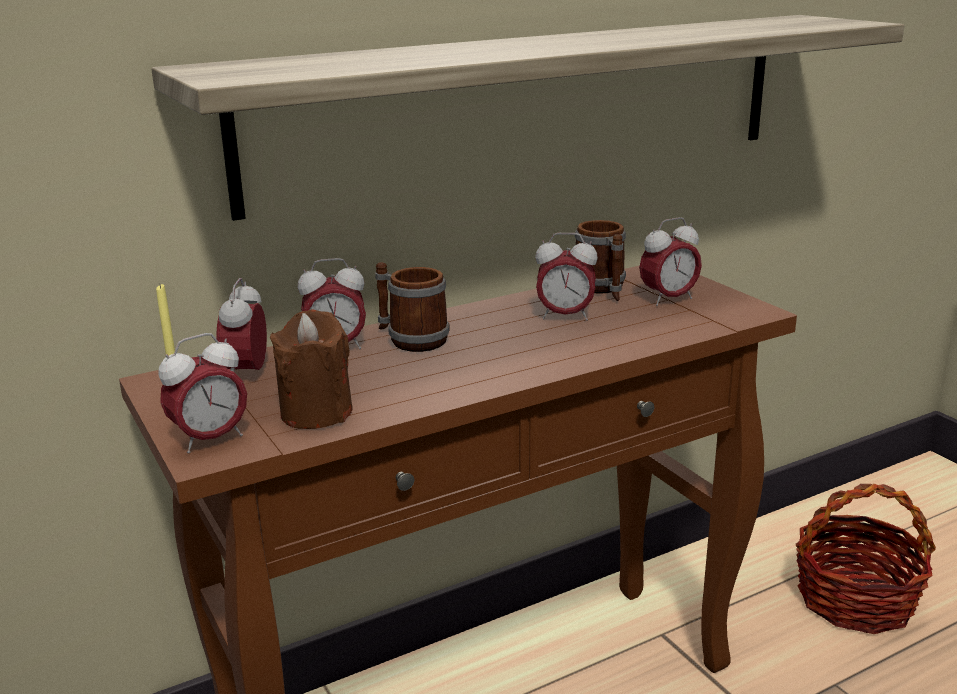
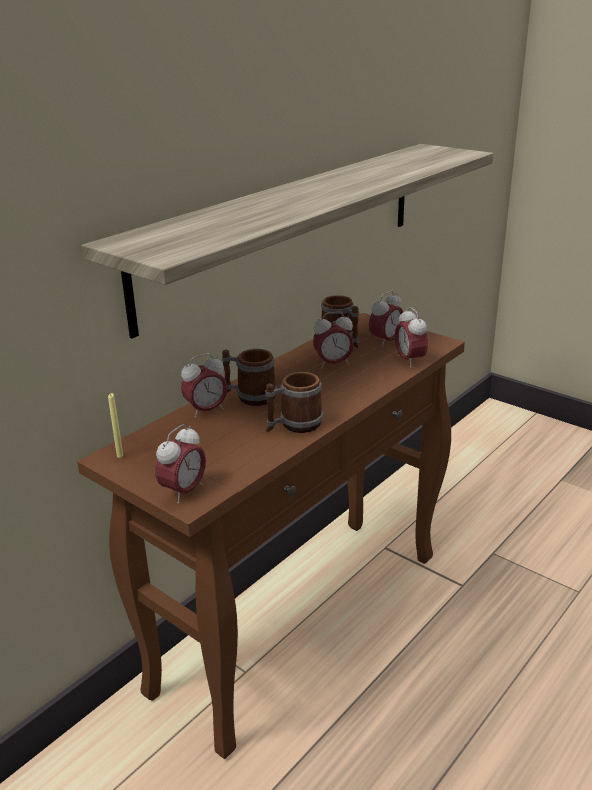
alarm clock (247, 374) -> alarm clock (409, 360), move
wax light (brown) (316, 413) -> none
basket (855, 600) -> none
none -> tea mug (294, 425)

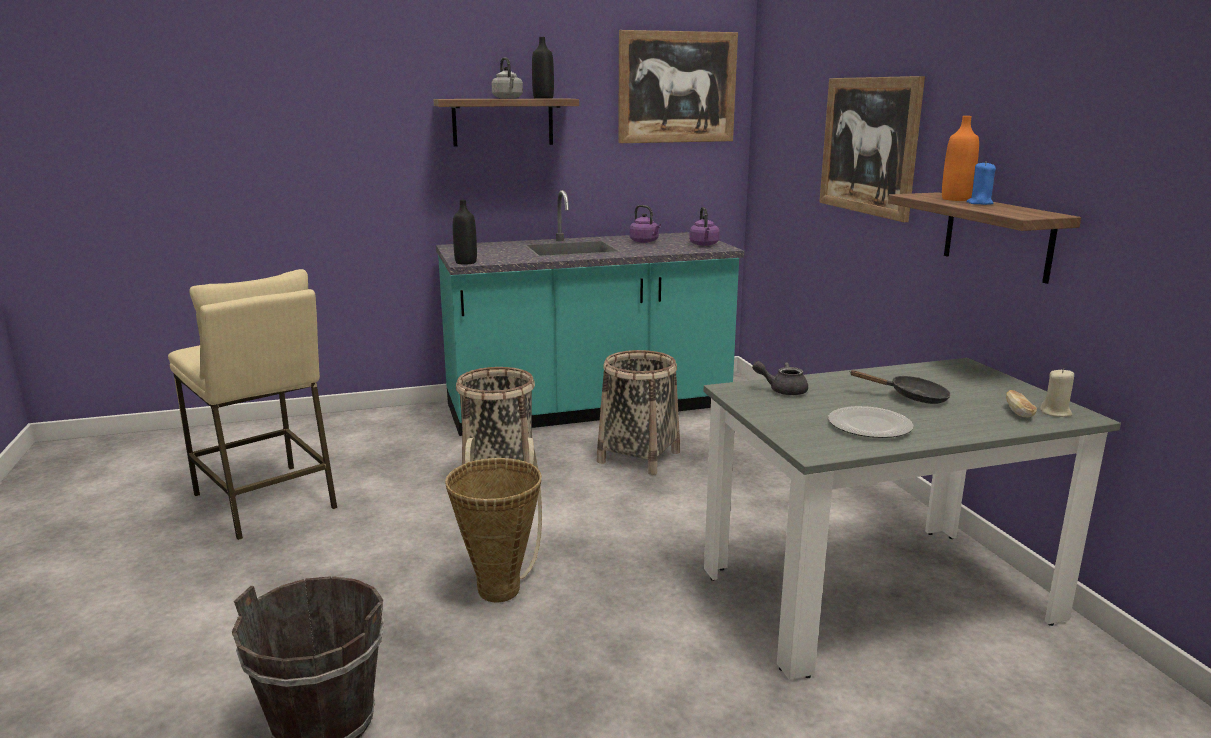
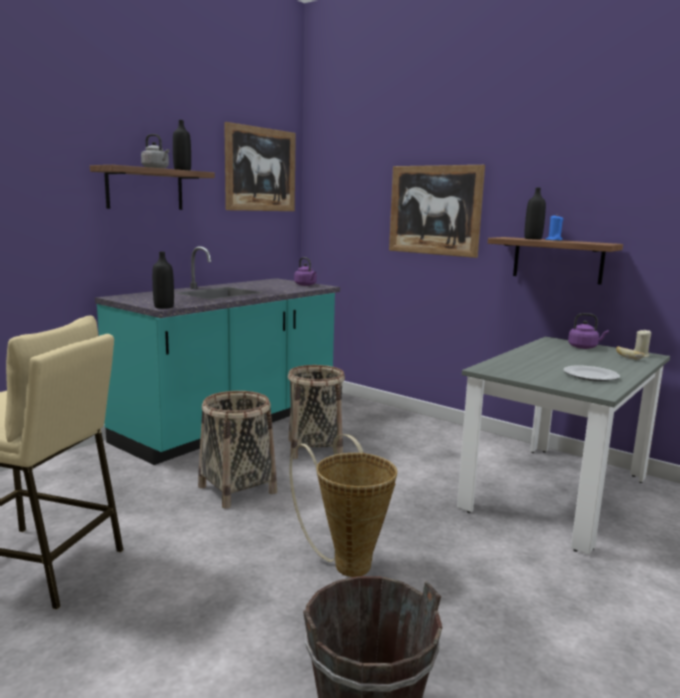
tea kettle (purple) (645, 241) -> tea kettle (purple) (584, 347), move
tea pot (gray) (782, 390) -> none
pan (black) (912, 397) -> none
drink bottle (orangey) (956, 199) -> drink bottle (black) (533, 239)

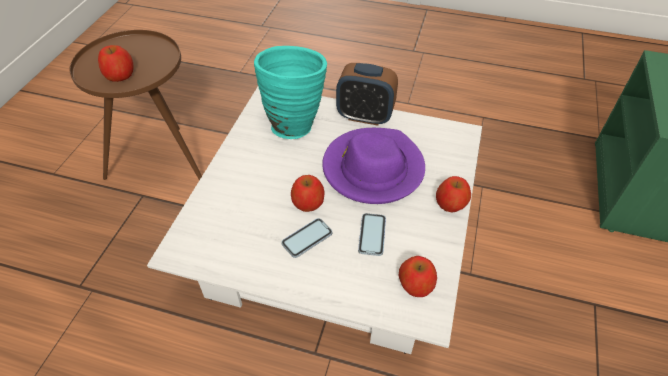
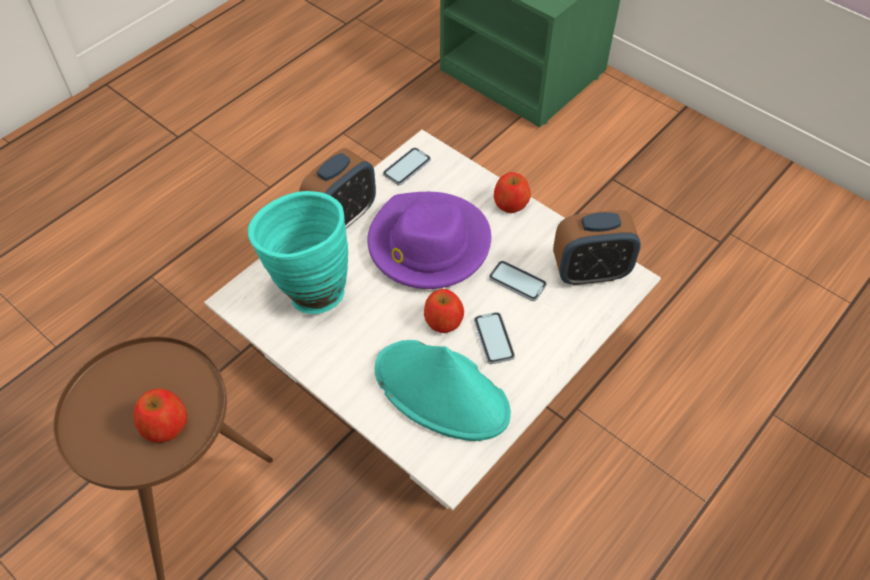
apple fruit (416, 284) -> alarm clock (590, 272)
none -> hat (blue-green) (442, 391)
none -> handset (407, 167)

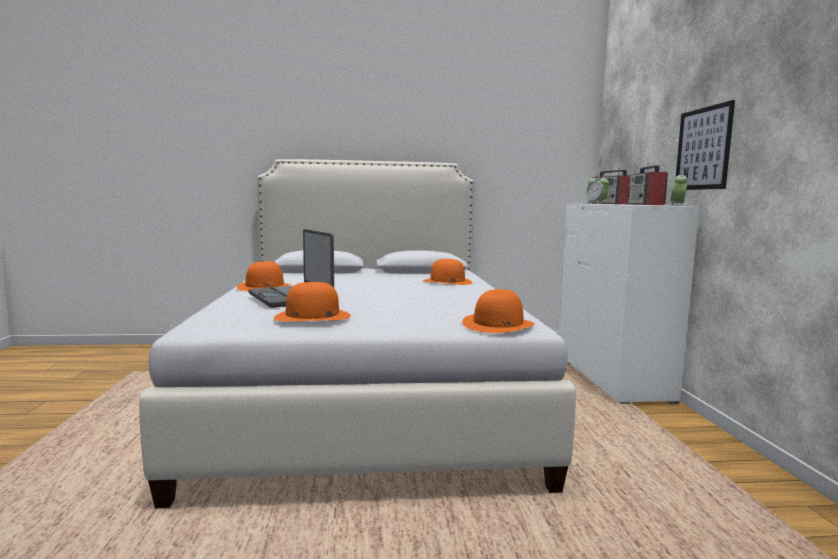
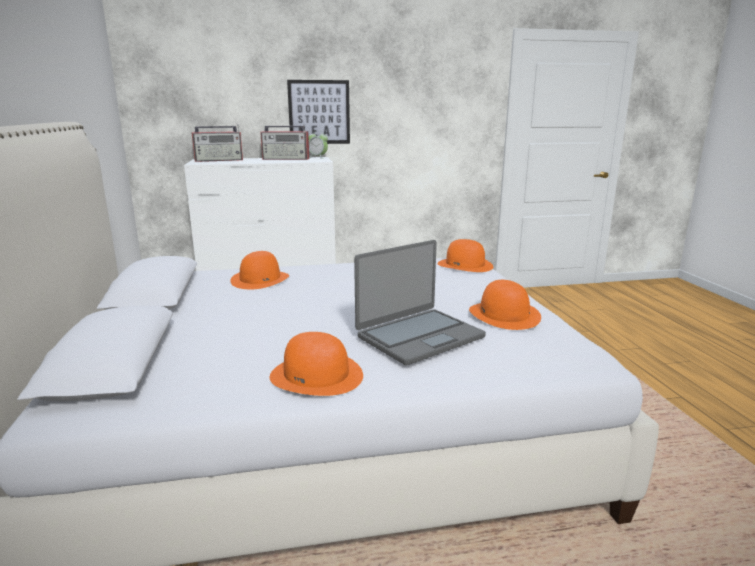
alarm clock (596, 203) -> none

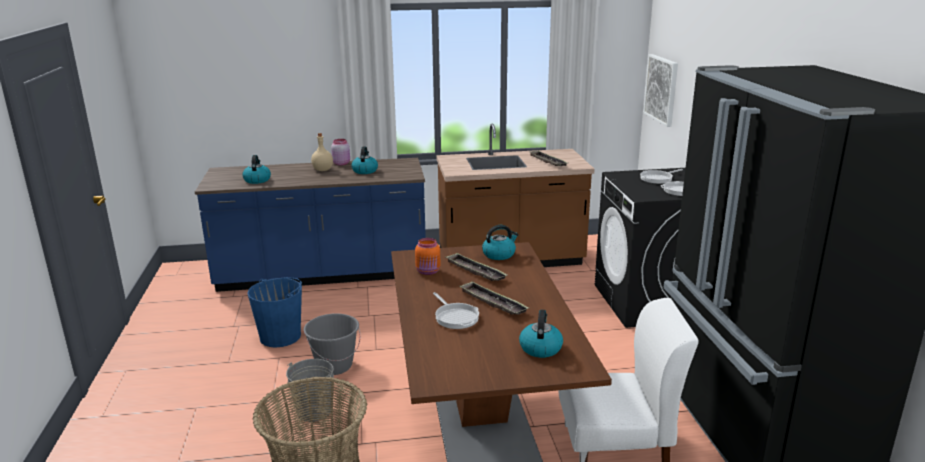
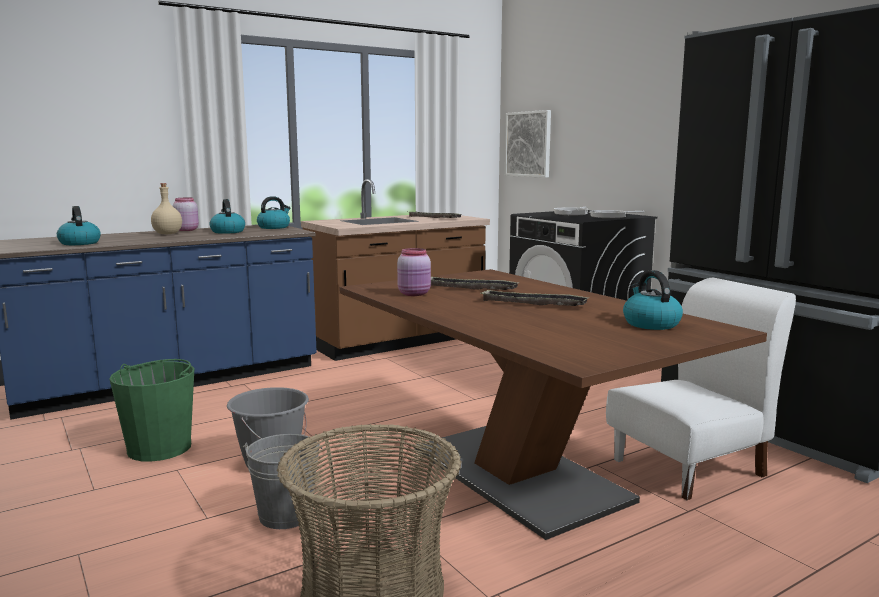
pail (blue) (281, 336) -> pail (greenish) (160, 448)
storage jar (orangey) (428, 272) -> storage jar (pink-coloured) (415, 294)
pan (455, 317) -> none
tea kettle (499, 254) -> tea kettle (274, 227), move

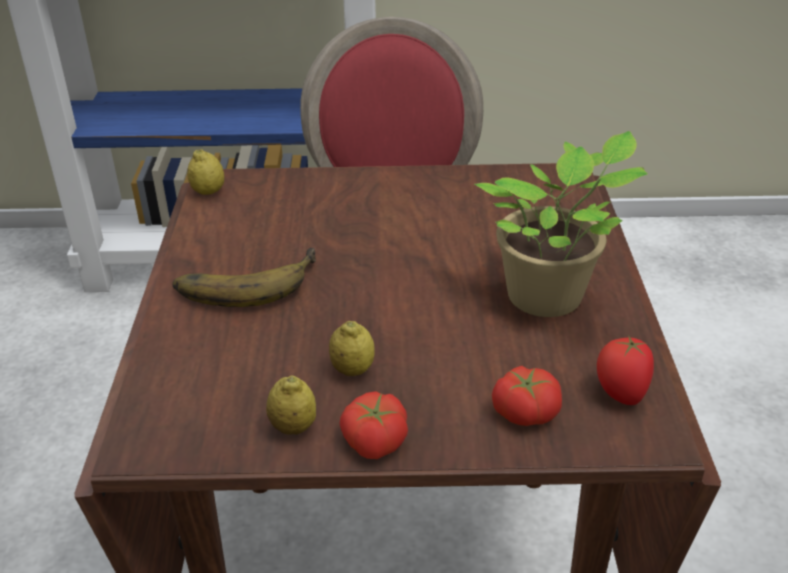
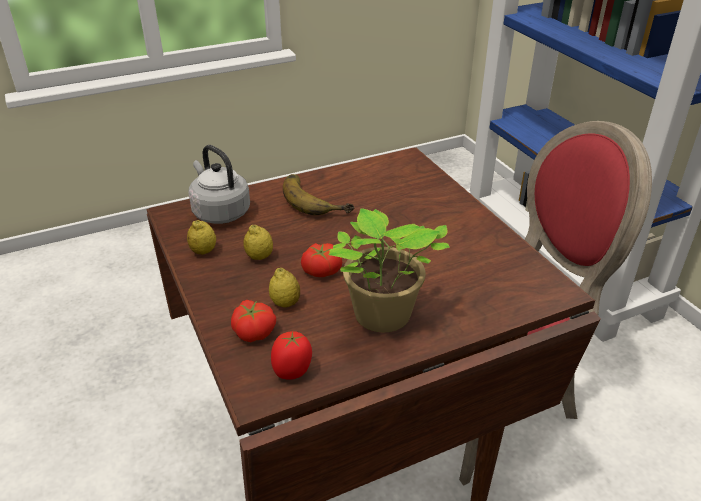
lemon (208, 192) -> lemon (285, 303), move
whole tomato (374, 441) -> whole tomato (321, 270), move
none -> tea kettle (gray) (219, 212)

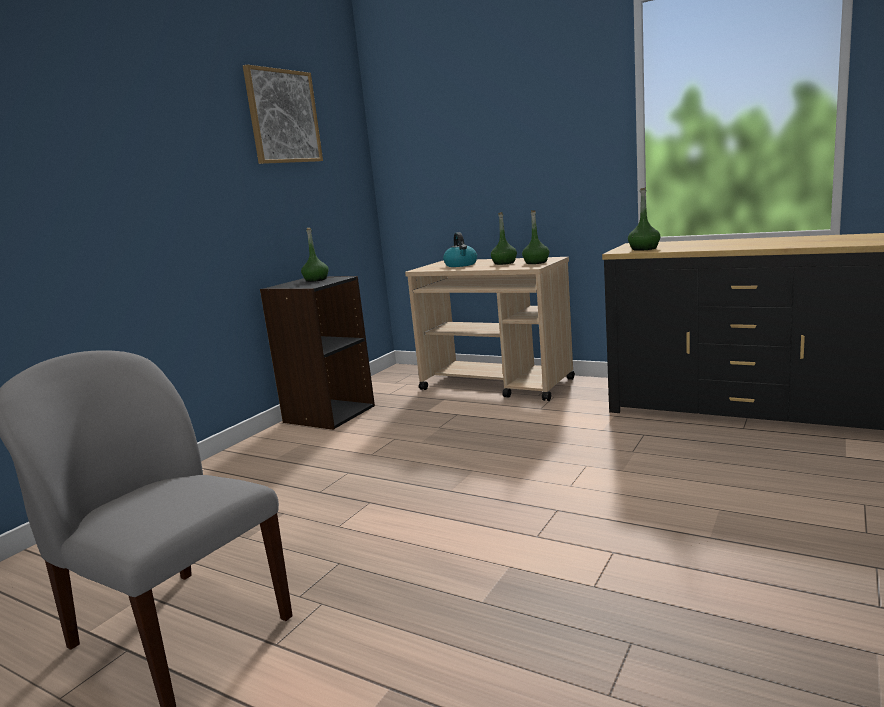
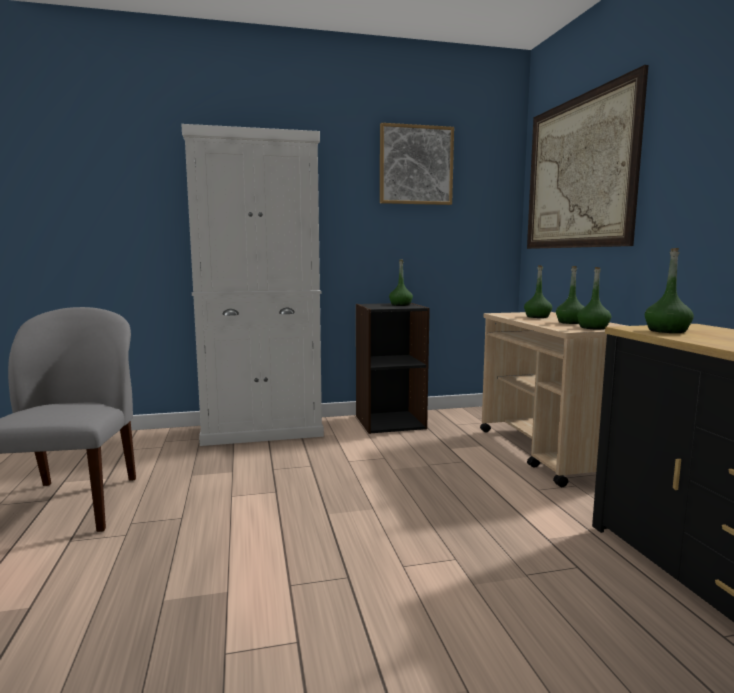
tea kettle (461, 265) -> drink bottle (greenish) (537, 317)
none -> cabinet (whitish) (262, 431)
none -> picture (578, 173)

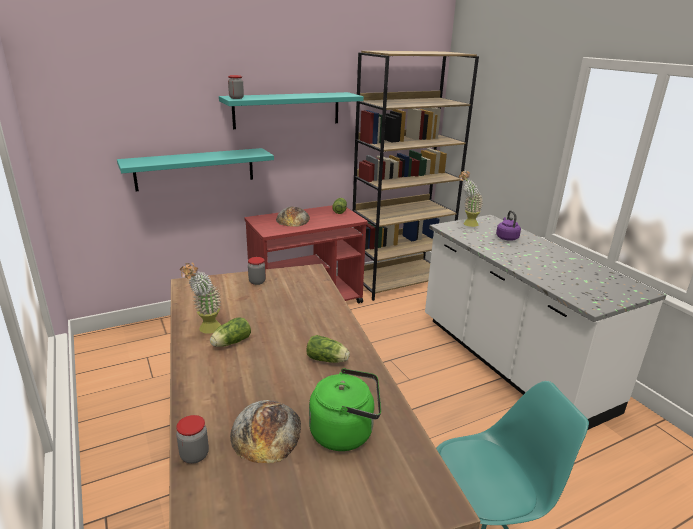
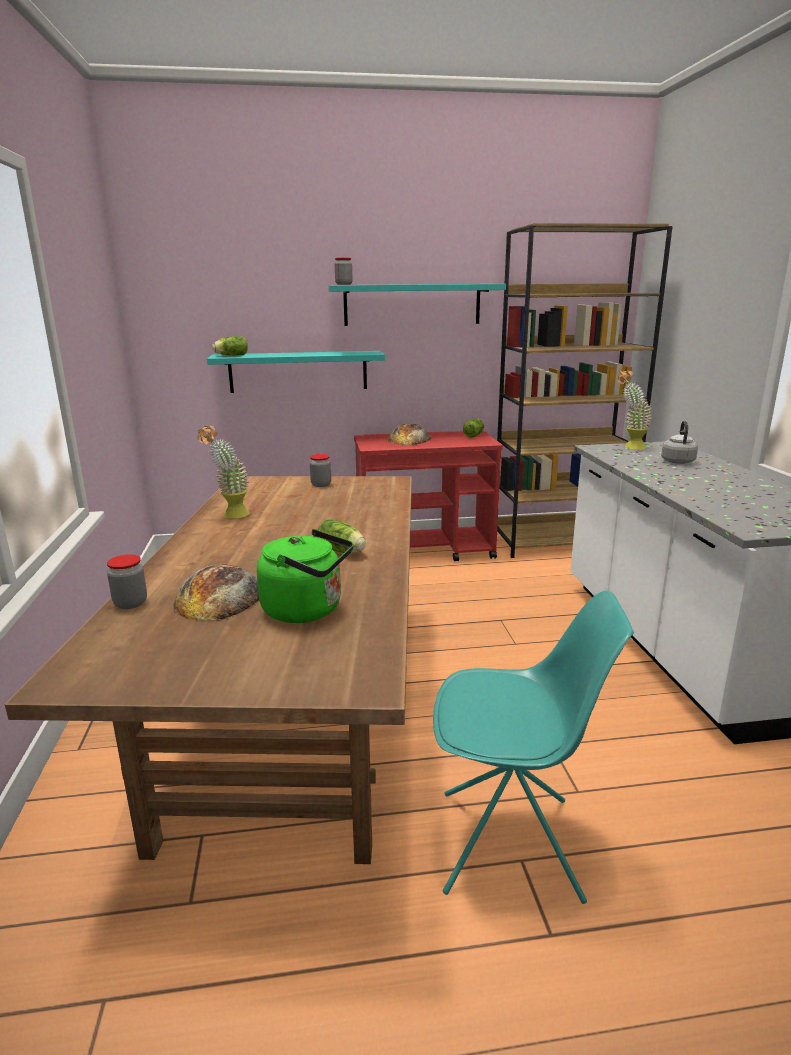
head of lettuce (230, 343) -> head of lettuce (230, 355), move
tea kettle (purple) (506, 237) -> tea kettle (gray) (677, 461)

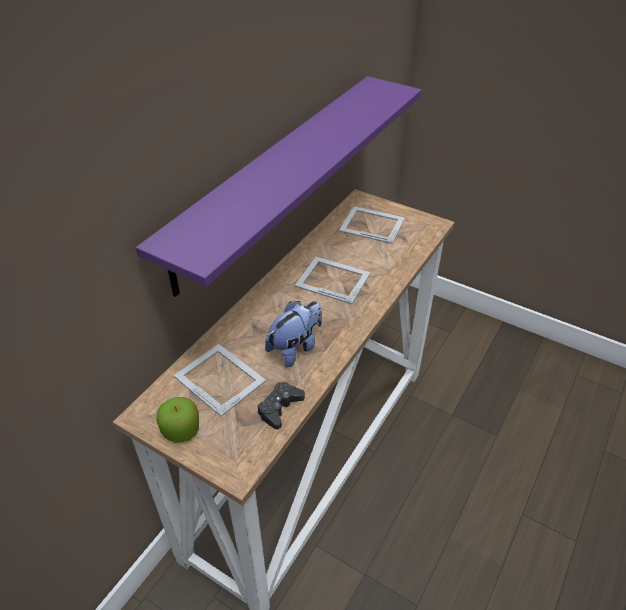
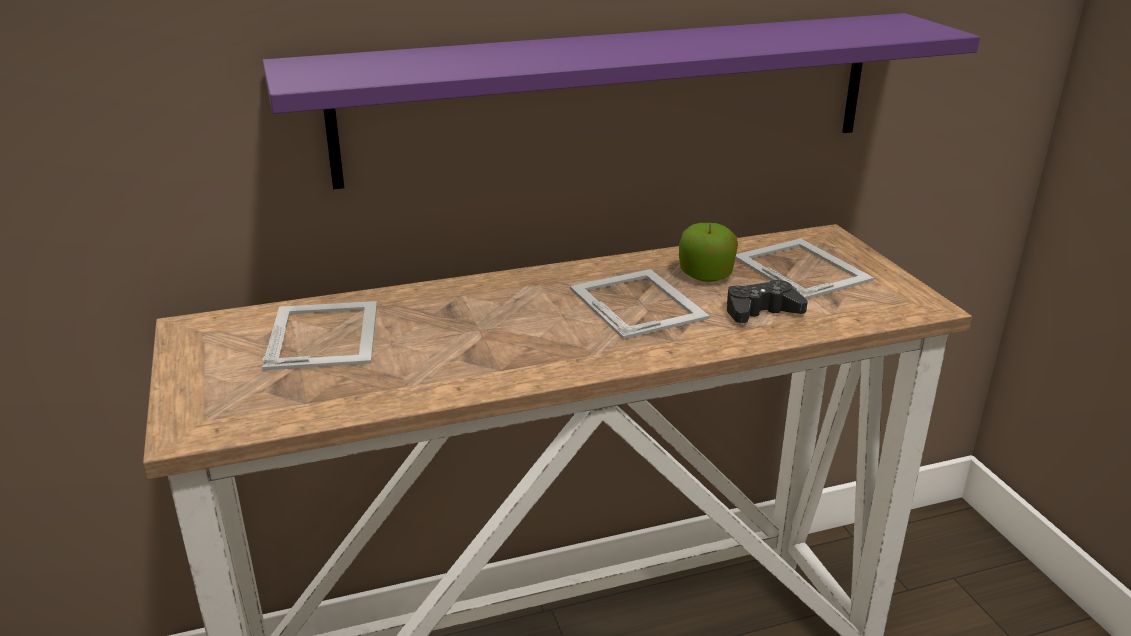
apple fruit (181, 430) -> apple fruit (706, 275), move
gamepad (black) (279, 408) -> gamepad (black) (761, 311), move
plush toy (295, 348) -> none

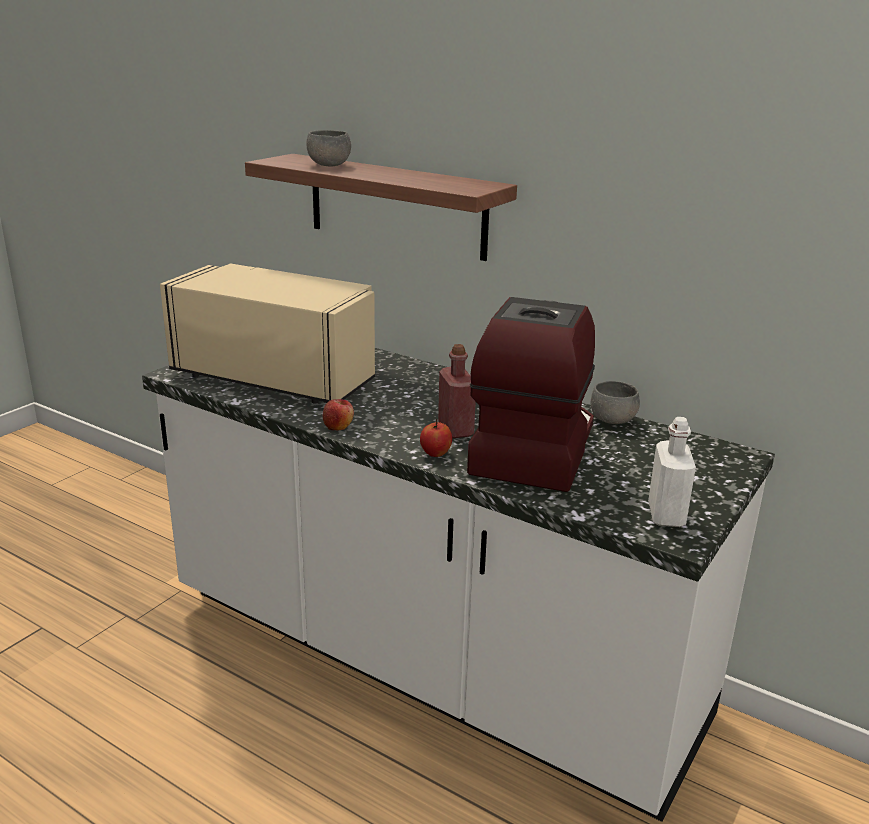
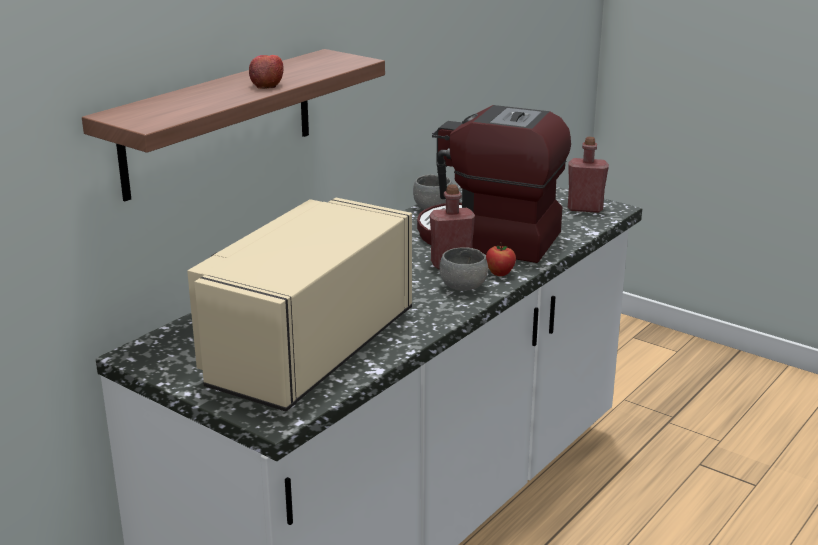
bowl (gray) (329, 165) -> bowl (gray) (463, 287), move
apple fruit (338, 426) -> apple fruit (267, 85), move
drink bottle (whitish) (666, 515) -> drink bottle (red-coloured) (585, 208)

